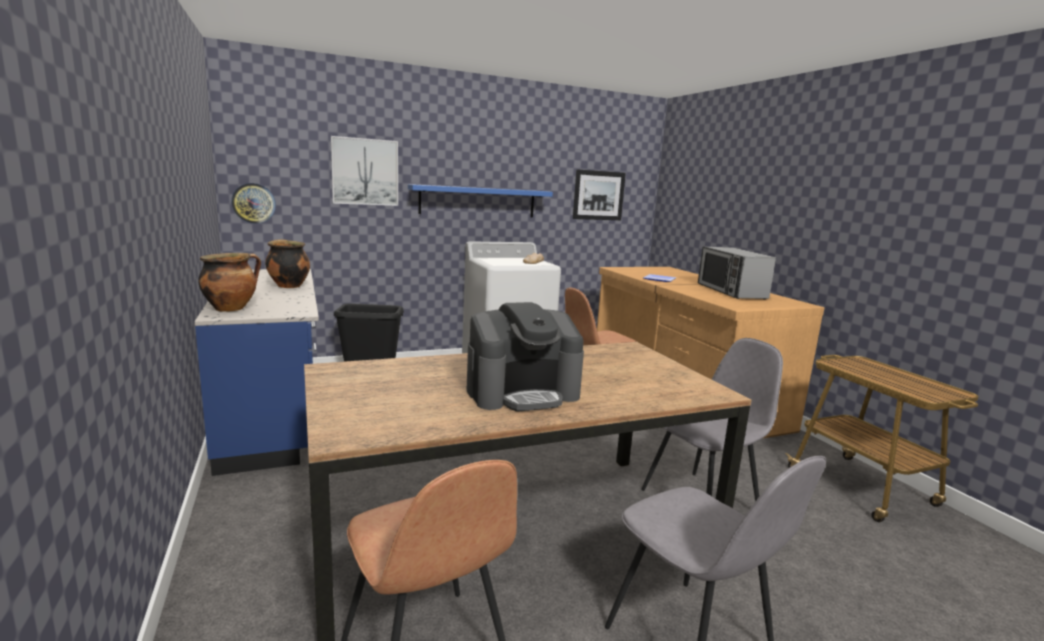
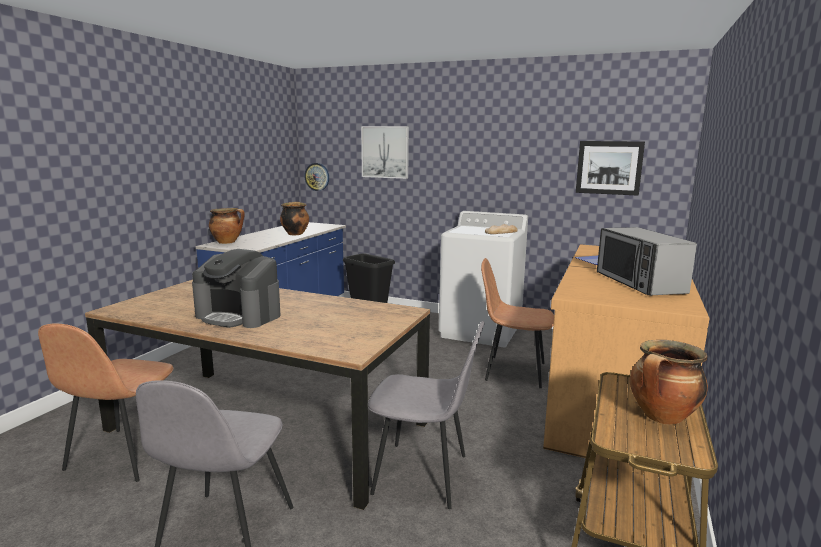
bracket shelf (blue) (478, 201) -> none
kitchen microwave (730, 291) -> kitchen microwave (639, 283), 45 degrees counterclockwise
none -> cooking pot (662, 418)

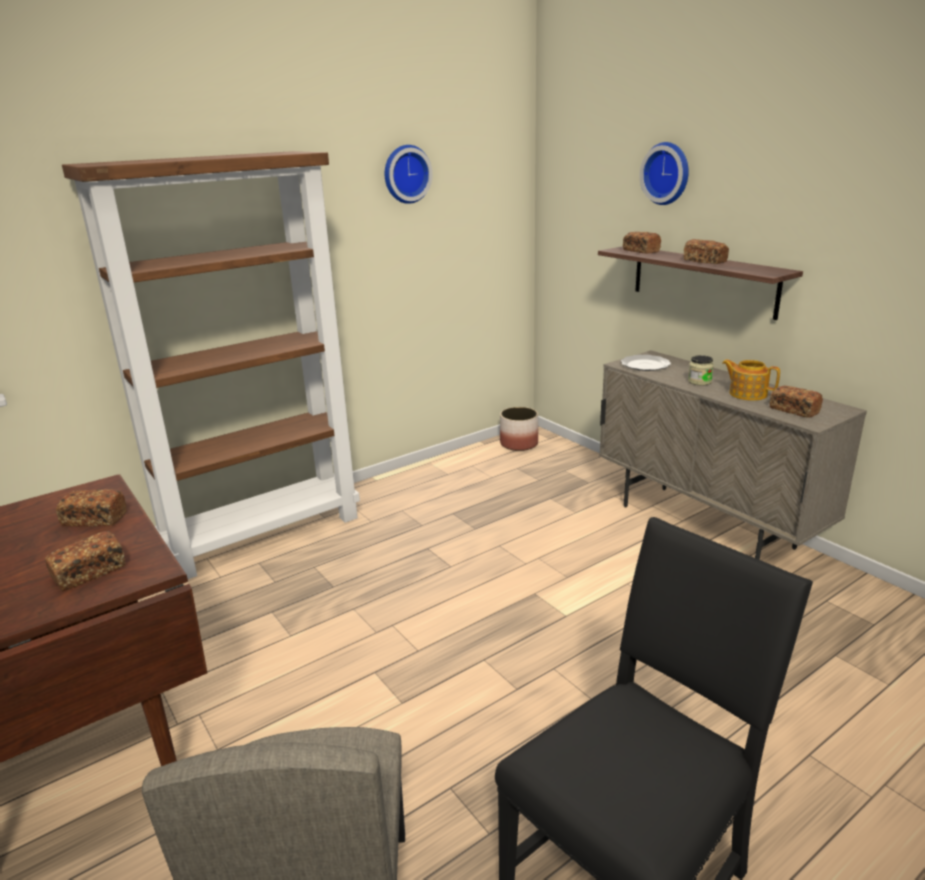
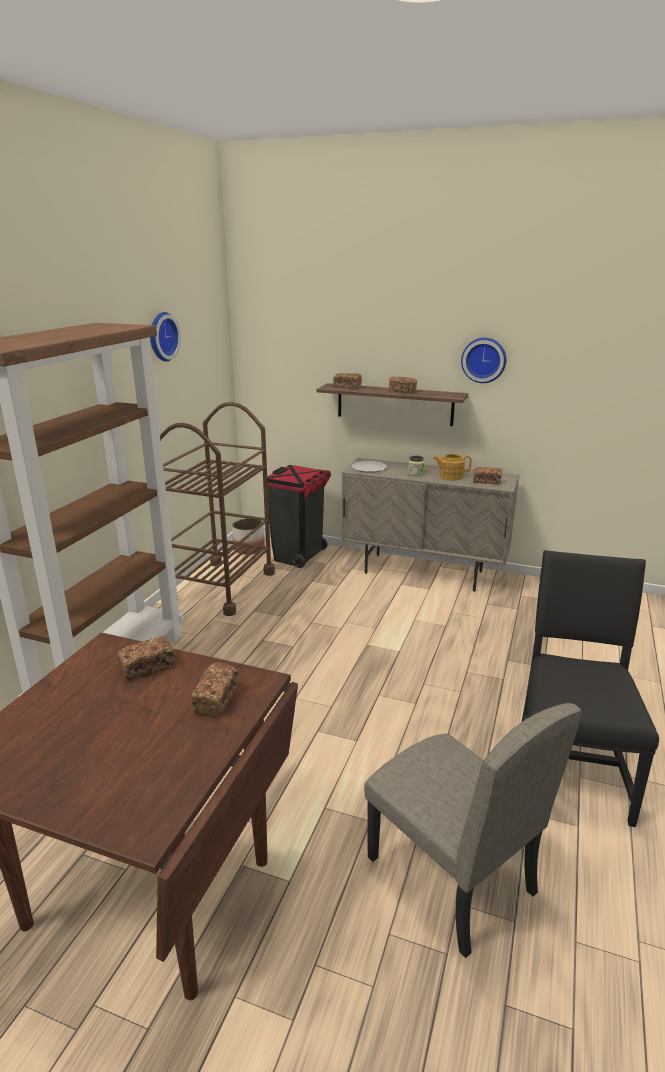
hanging clock (667, 173) -> hanging clock (484, 360), move
none -> trolley (brown) (222, 587)
none -> trash can (black) (299, 556)

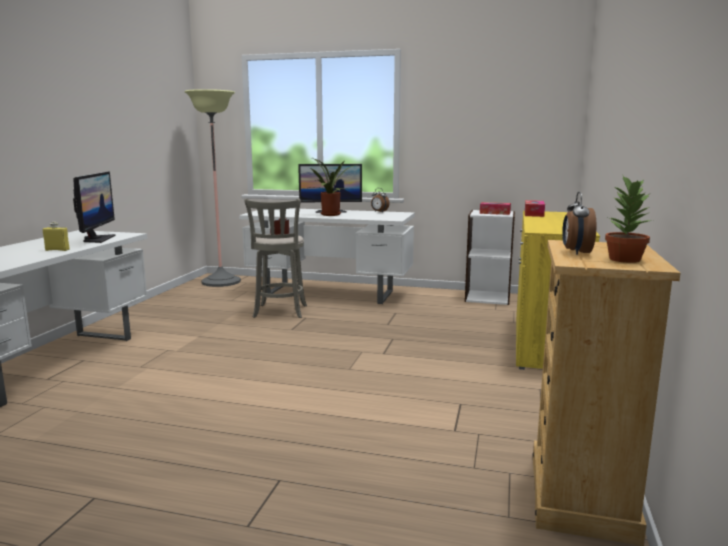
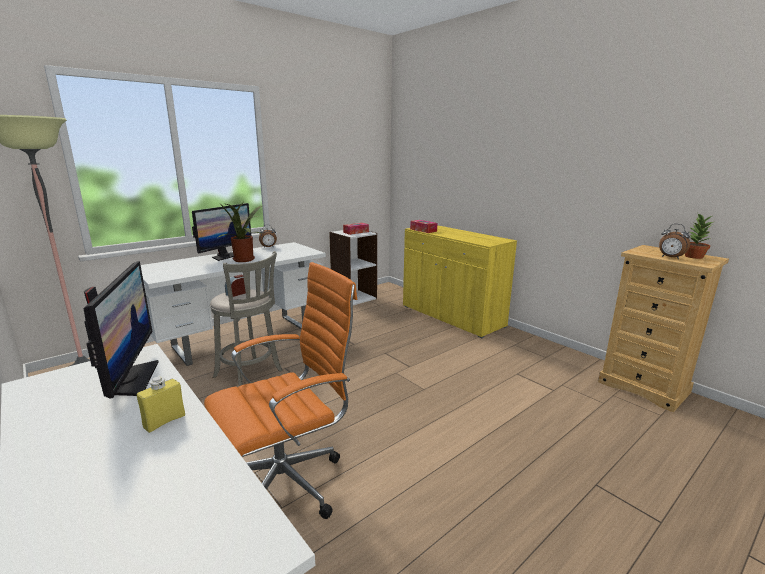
monitor (97, 239) -> monitor (131, 380), 45 degrees clockwise
none -> desk chair (orangey) (289, 483)

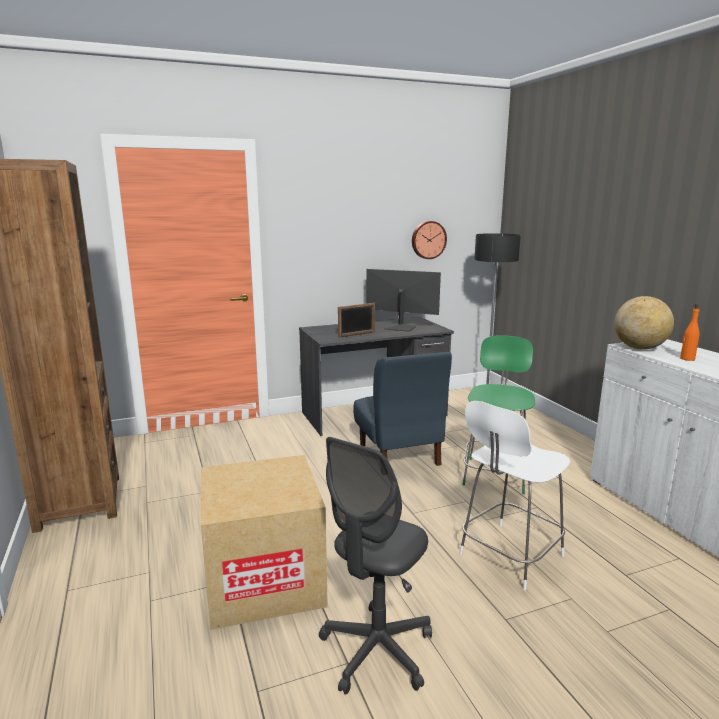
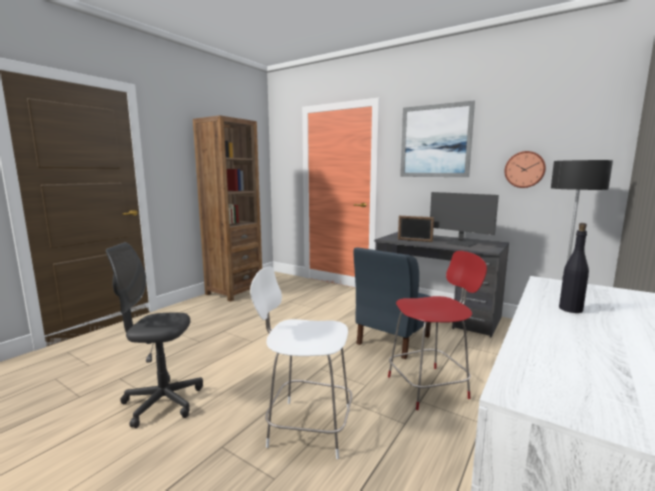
cardboard box (264, 580) -> none
monitor (400, 327) -> monitor (461, 243), 150 degrees clockwise
plain chair (greenish) (495, 474) -> plain chair (red-coloured) (430, 386)
world globe (639, 348) -> none
drink bottle (orangey) (687, 359) -> drink bottle (black) (570, 309)
none -> picture (435, 141)

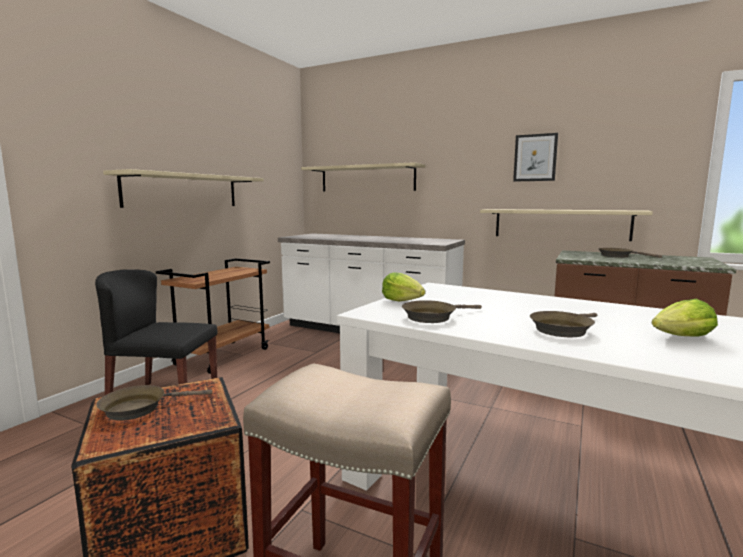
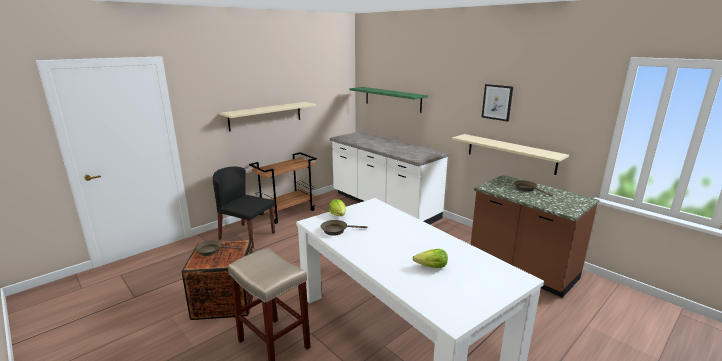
bracket shelf (beige-coloured) (367, 179) -> bracket shelf (greenish) (392, 99)
pan (brown) (563, 329) -> none

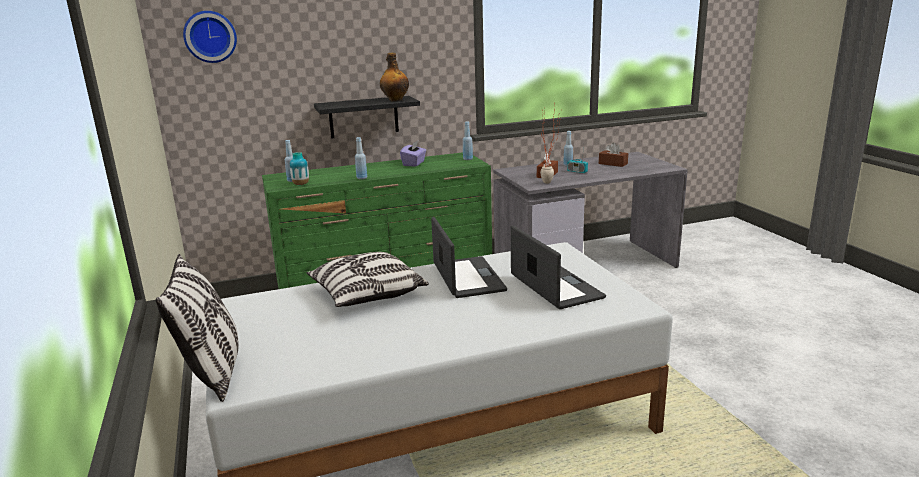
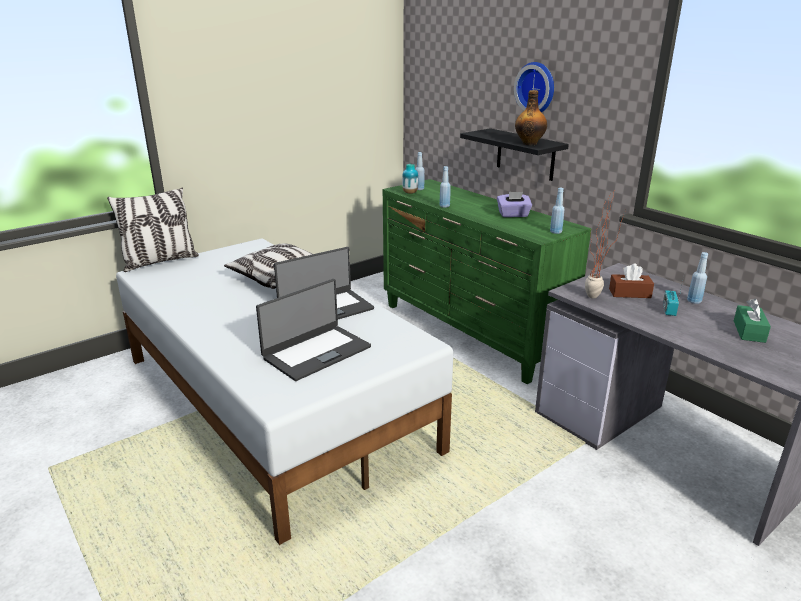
hanging clock (210, 36) -> hanging clock (537, 88), move
tissue box (brown) (613, 163) -> tissue box (greenish) (749, 331)

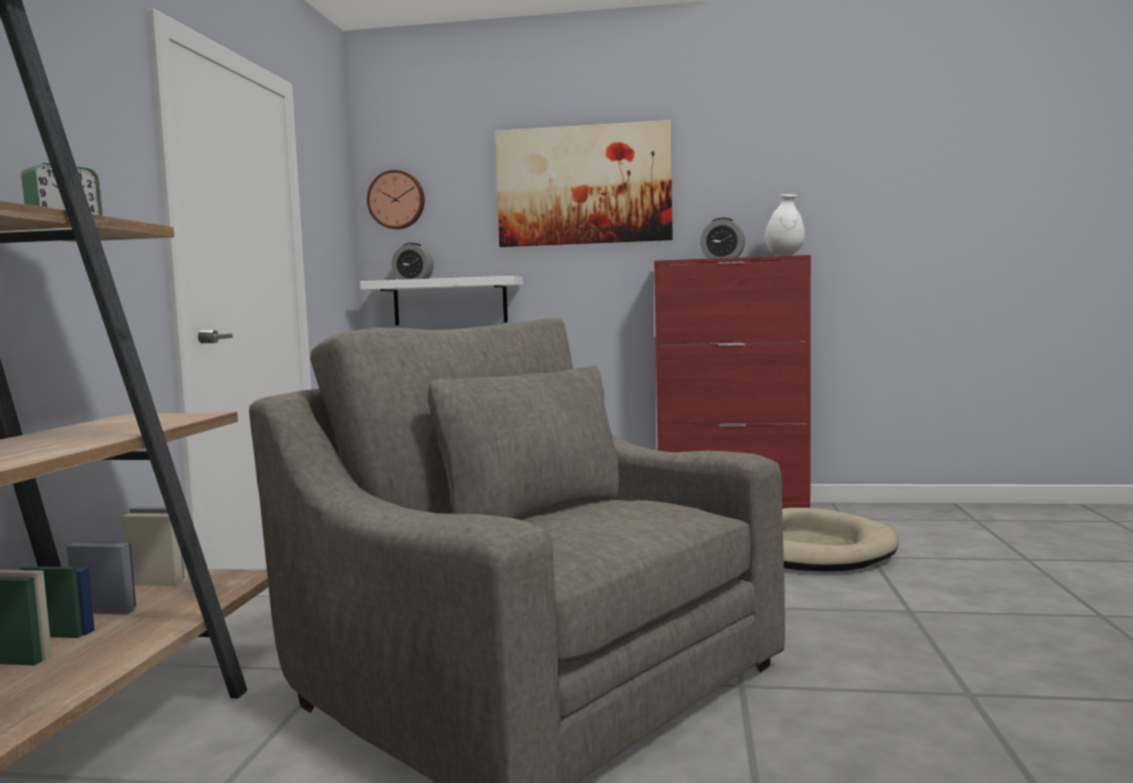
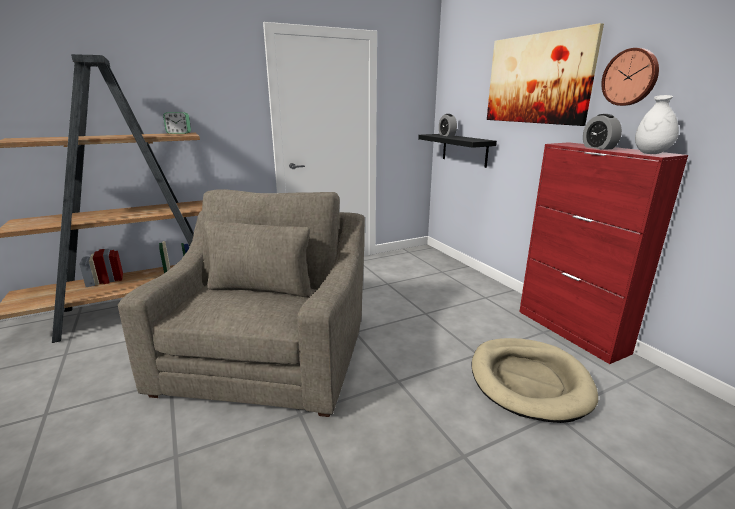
bracket shelf (whitish) (450, 301) -> bracket shelf (black) (464, 150)
hanging clock (397, 200) -> hanging clock (630, 77), move

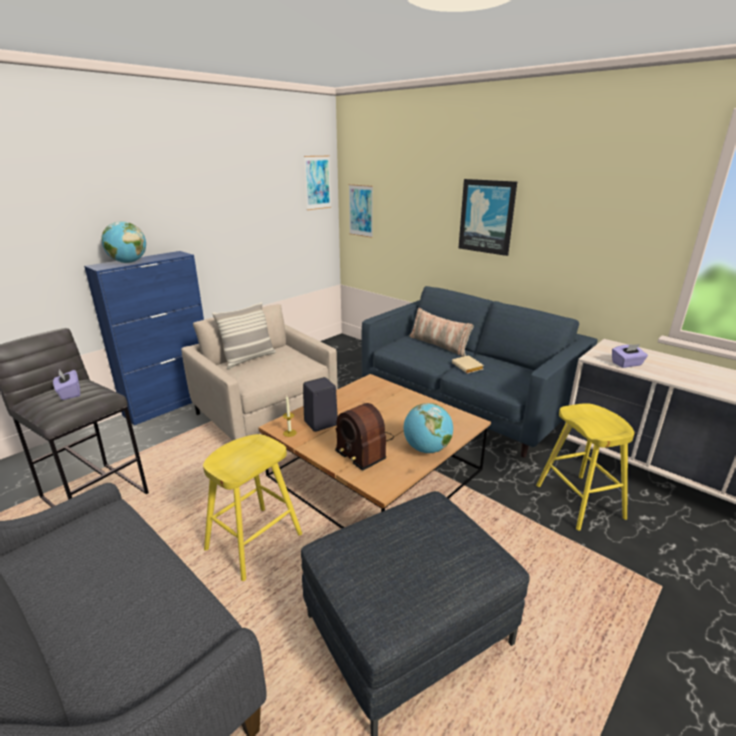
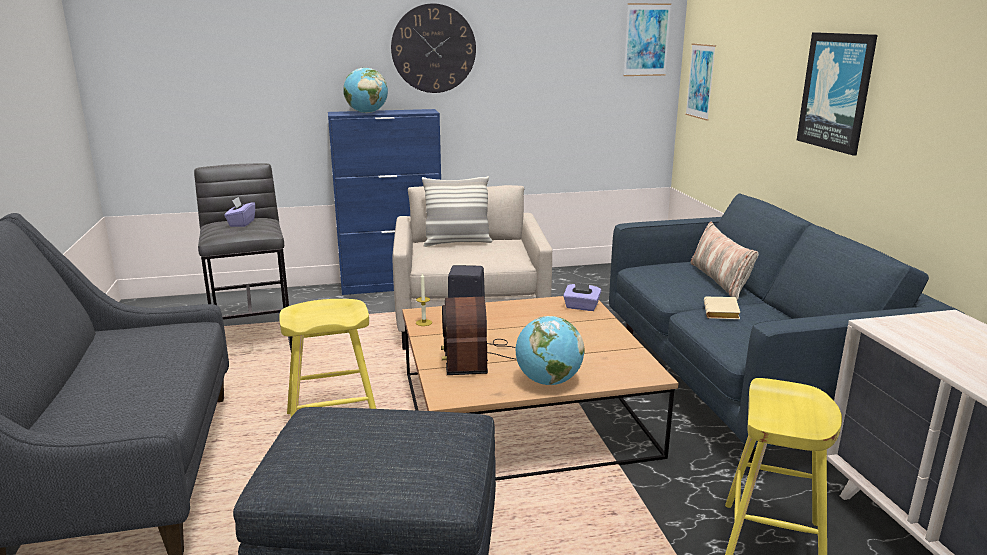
tissue box (purple) (627, 364) -> tissue box (purple) (581, 307), move
none -> hanging clock (433, 48)

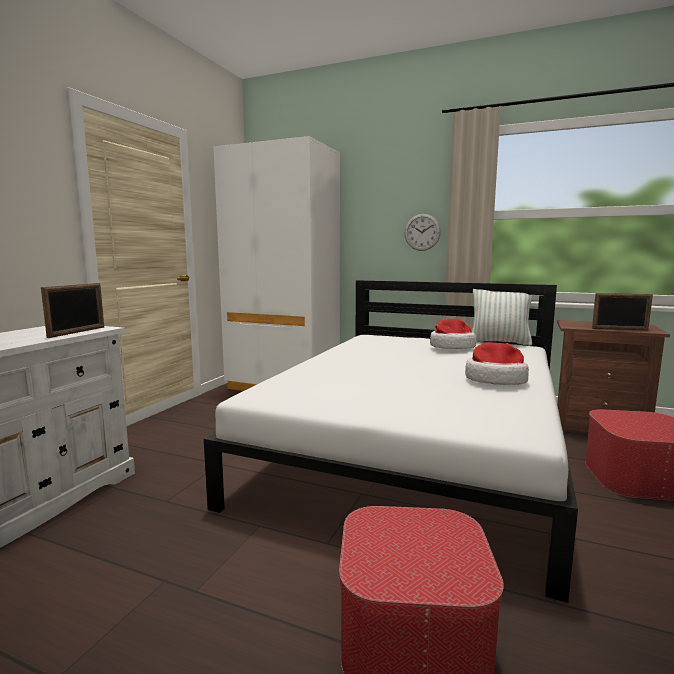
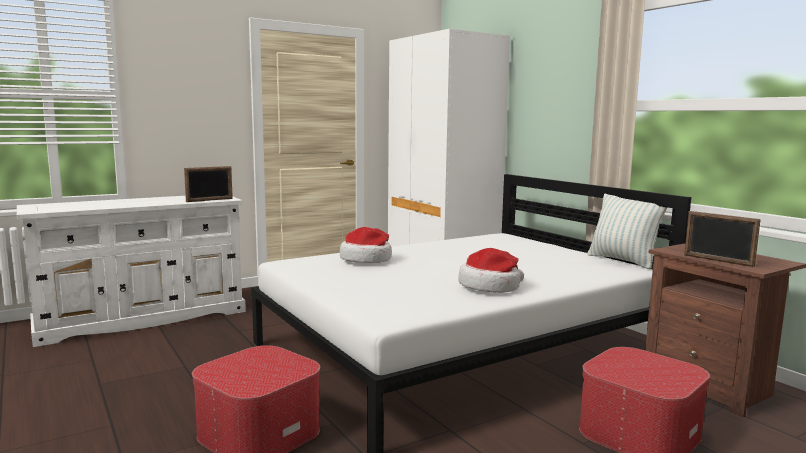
hanging clock (422, 232) -> none
hat (451, 347) -> hat (367, 259), move

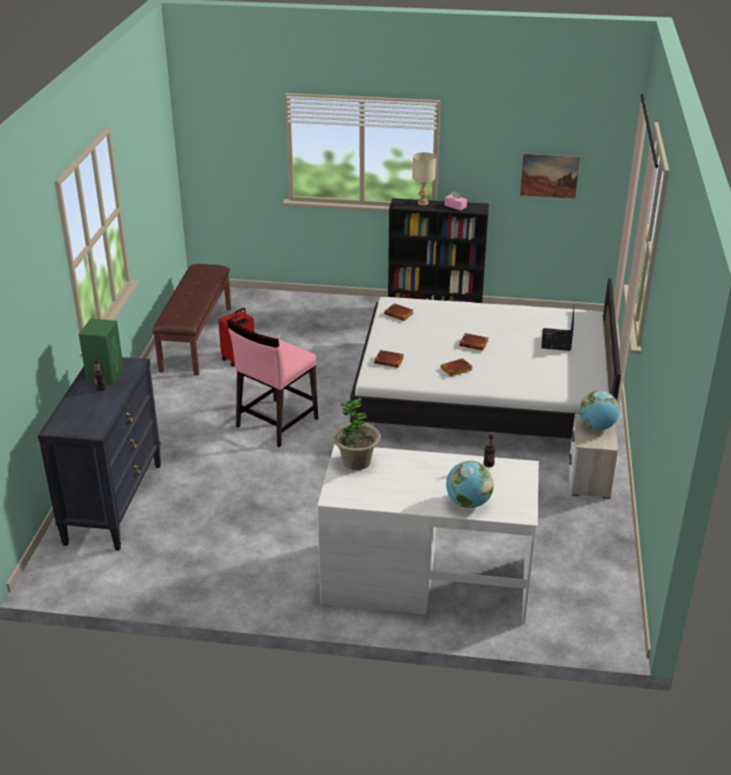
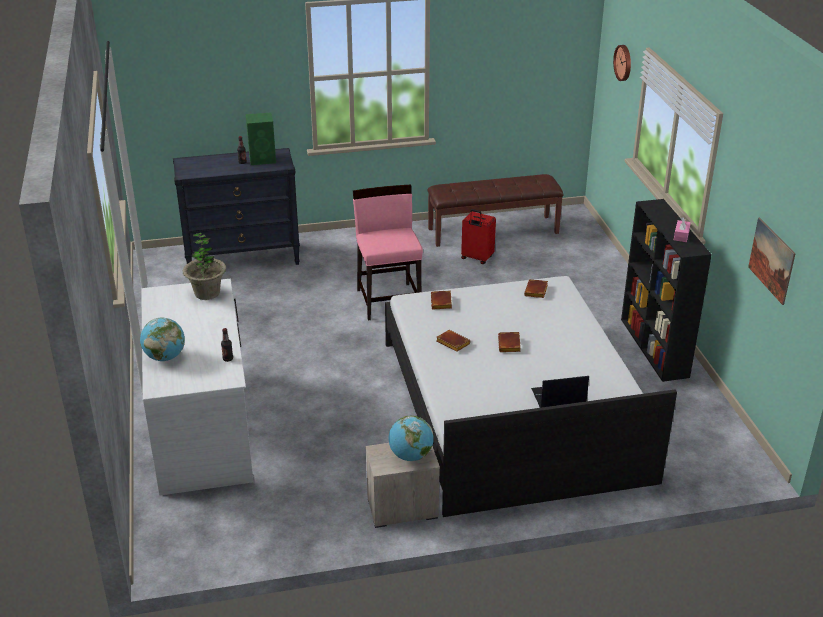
plain chair (pink-coloured) (276, 423) -> plain chair (pink-coloured) (389, 301), 60 degrees clockwise
table lamp (beige-coloured) (422, 203) -> none
none -> hanging clock (624, 62)

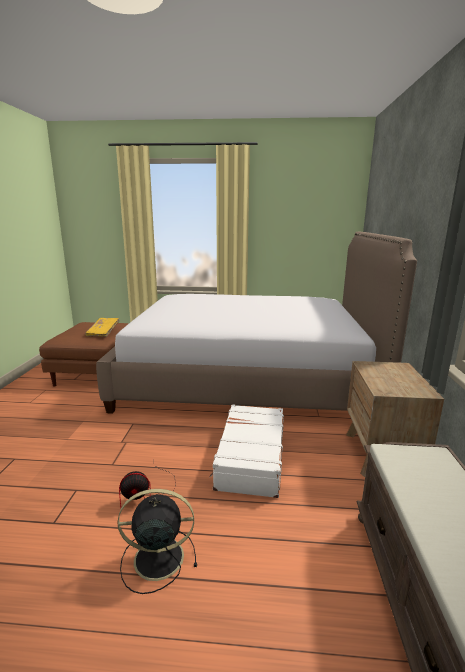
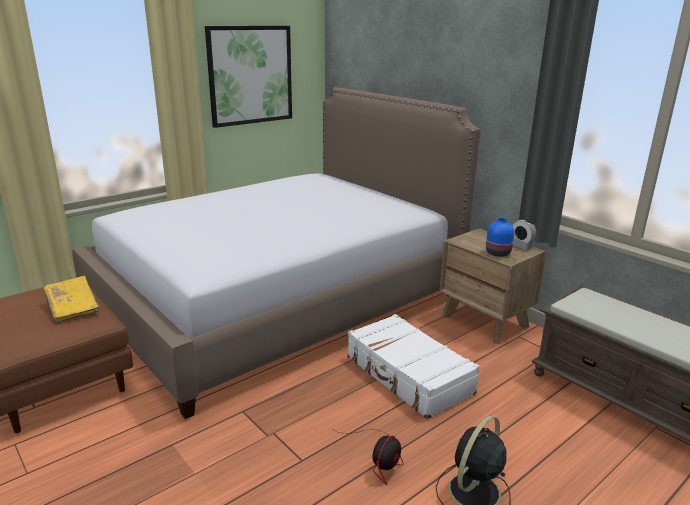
none -> picture (250, 75)
none -> decorative vase (blue) (497, 253)
none -> alarm clock (521, 246)

